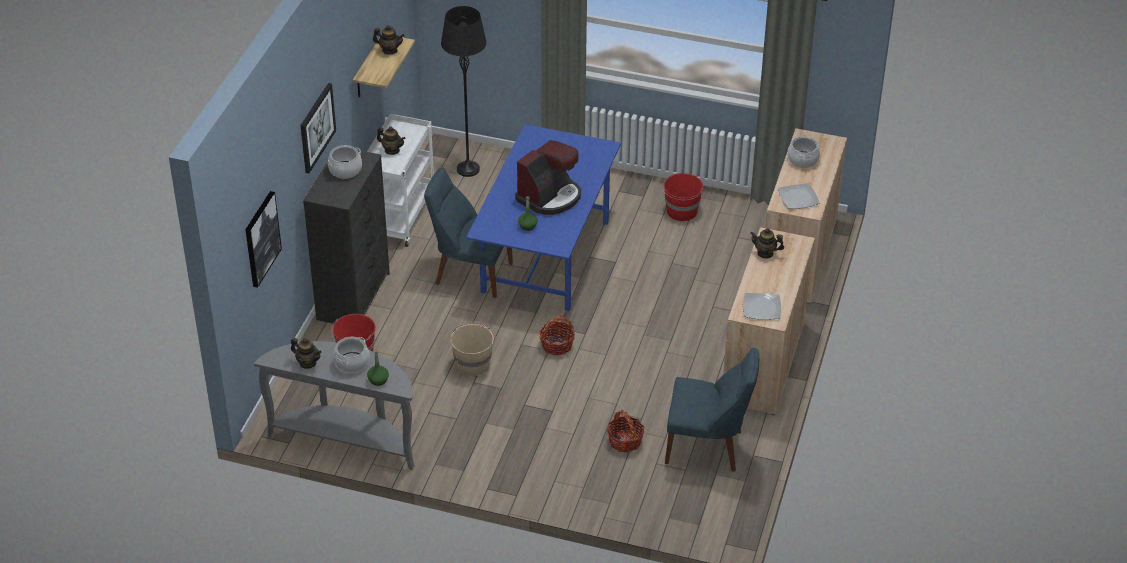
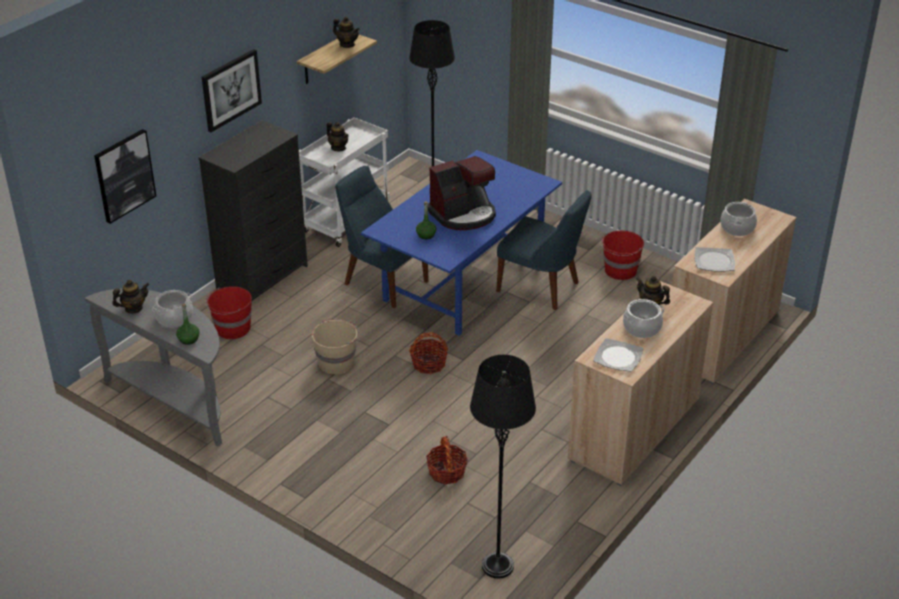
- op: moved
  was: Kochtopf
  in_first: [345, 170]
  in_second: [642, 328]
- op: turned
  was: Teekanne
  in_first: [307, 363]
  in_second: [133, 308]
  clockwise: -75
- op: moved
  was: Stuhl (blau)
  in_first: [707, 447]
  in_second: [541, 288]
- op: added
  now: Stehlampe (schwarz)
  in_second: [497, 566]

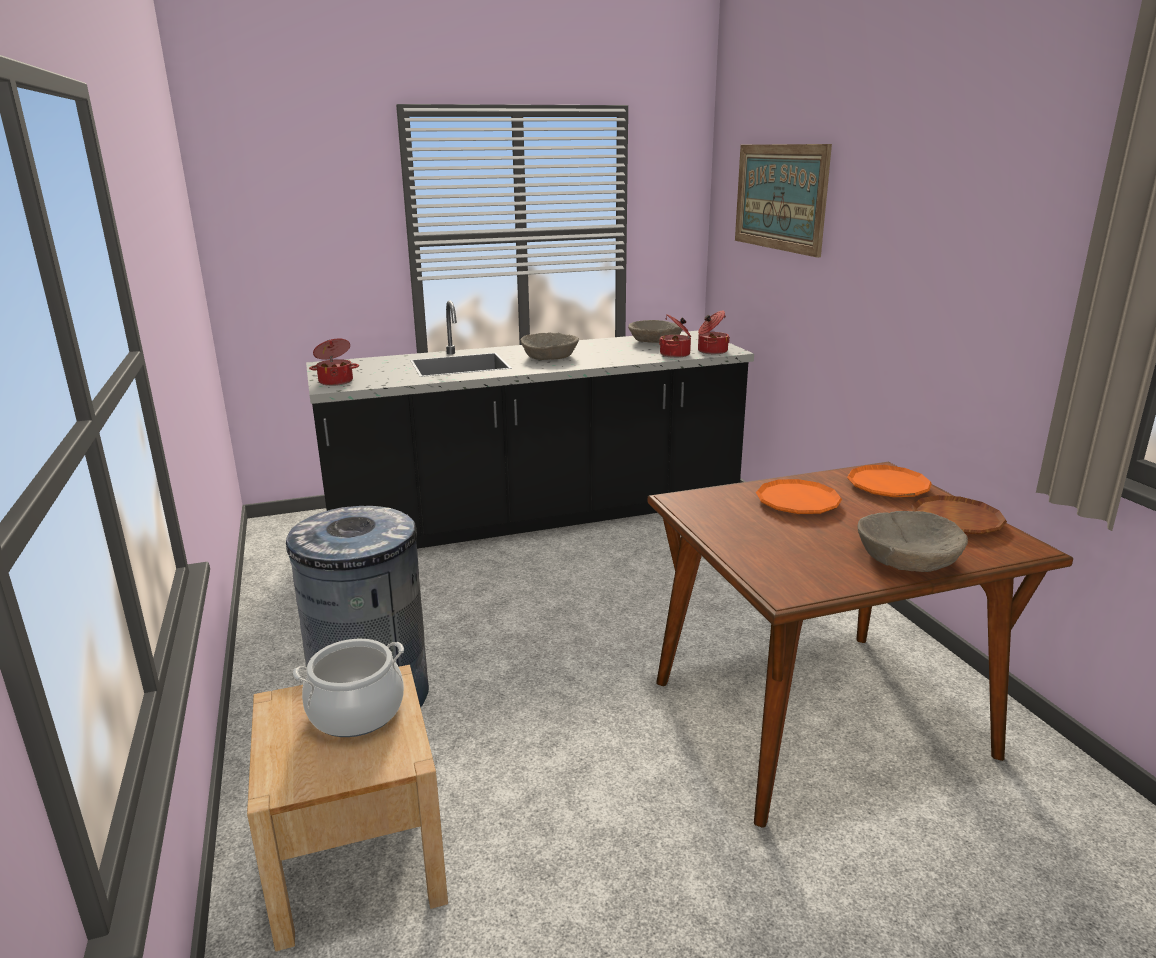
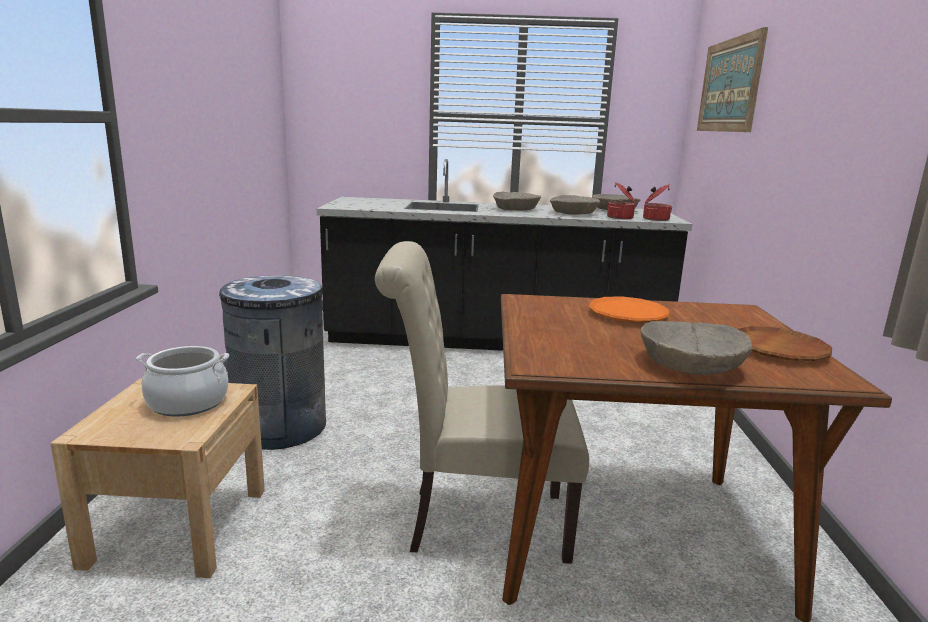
- op: removed
  was: Kochtopf
  in_first: [336, 381]
- op: removed
  was: Teller (orange)
  in_first: [887, 487]
- op: added
  now: Schüssel (beige)
  in_second: [574, 213]
- op: added
  now: Stuhl (beige)
  in_second: [477, 521]

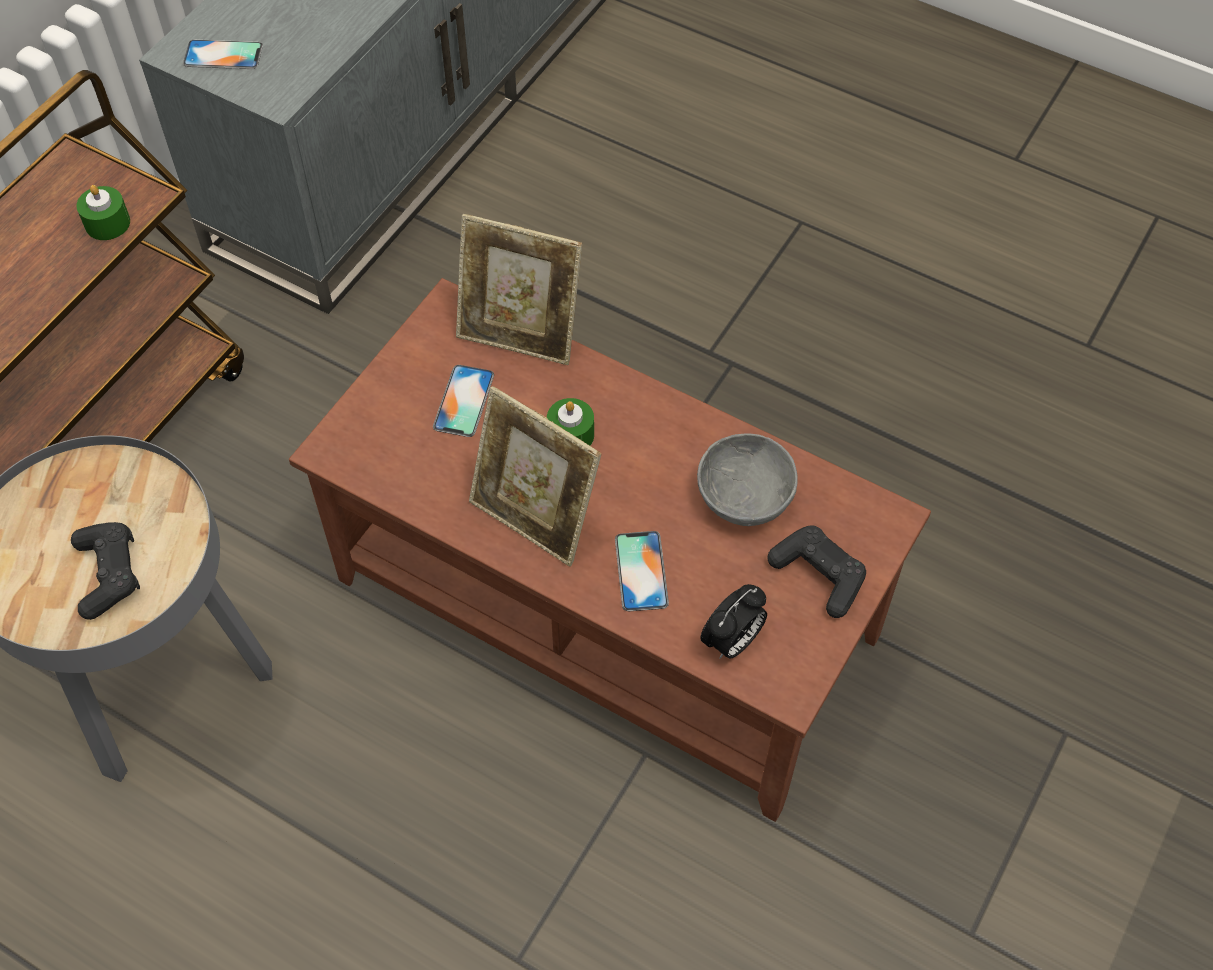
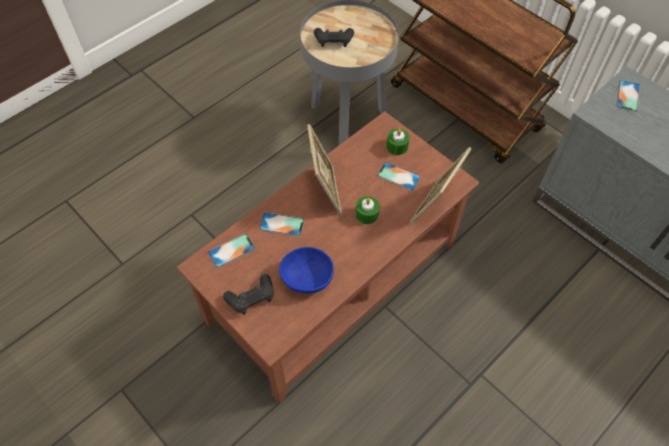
- op: moved
  was: Kerze (grün)
  in_first: [107, 223]
  in_second: [397, 146]
- op: turned
  was: Bilderrahmen
  in_first: [535, 517]
  in_second: [325, 190]
  clockwise: 120
- op: recoloured
  was: Schüssel (grau)
  now: Schüssel (blau)
  in_first: [743, 498]
  in_second: [306, 277]
- op: replaced
  was: Wecker
  now: Handy
  in_first: [732, 642]
  in_second: [231, 251]

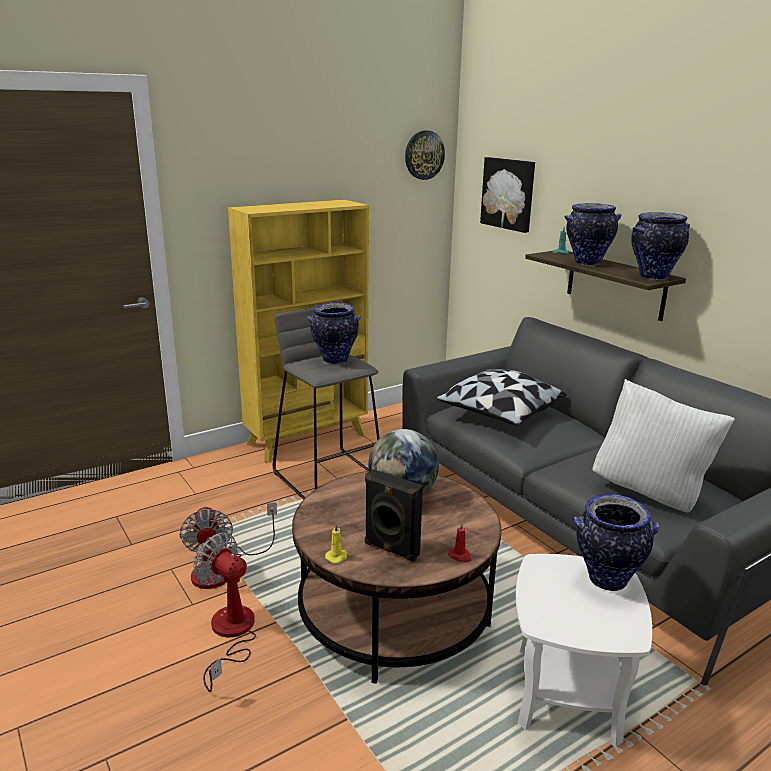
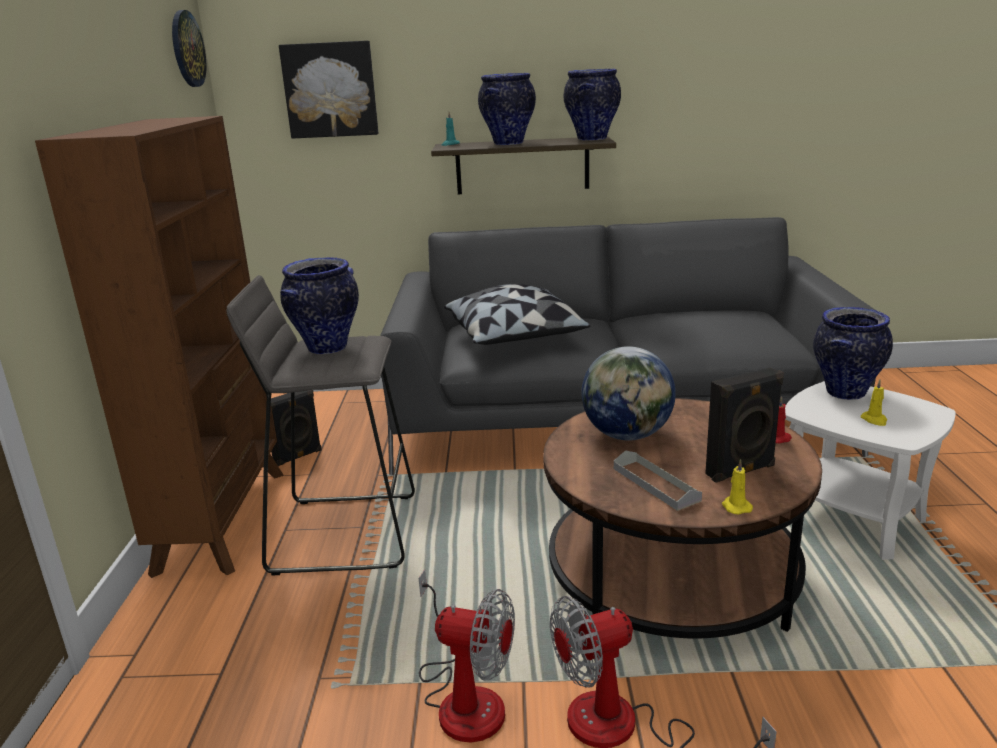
- op: recoloured
  was: Bücherregal (gelb)
  now: Bücherregal (braun)
  in_first: [308, 439]
  in_second: [224, 519]
- op: removed
  was: Kissen (weiß)
  in_first: [650, 493]
- op: added
  now: Kerze (gelb)
  in_second: [874, 420]
- op: added
  now: Lautsprecher (schwarz)
  in_second: [298, 456]
- op: added
  now: Tablett (grau)
  in_second: [655, 484]

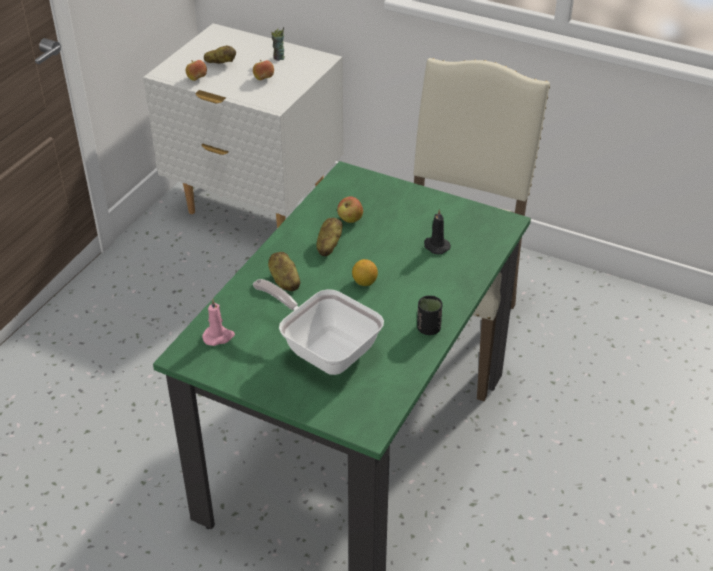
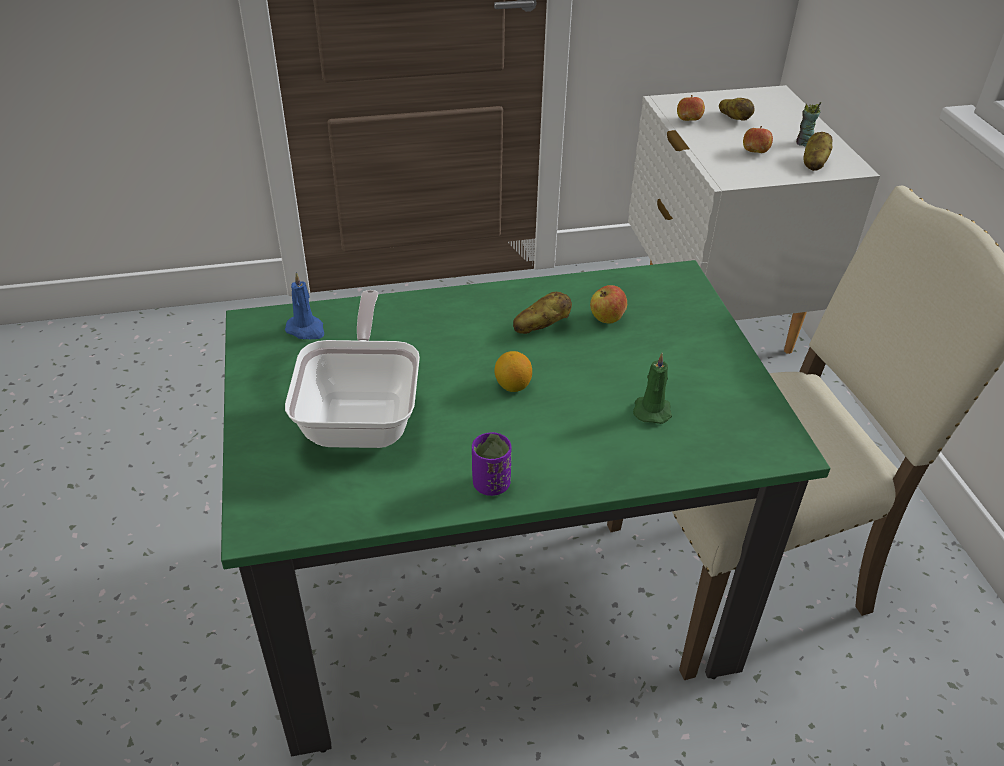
- op: recoloured
  was: Kerze (schwarz)
  now: Kerze (grün)
  in_first: [435, 246]
  in_second: [652, 409]
- op: moved
  was: Kartoffel
  in_first: [284, 281]
  in_second: [814, 163]
- op: recoloured
  was: Tasse (schwarz)
  now: Tasse (lila)
  in_first: [428, 329]
  in_second: [491, 484]
- op: recoloured
  was: Kerze (rosa)
  now: Kerze (blau)
  in_first: [218, 337]
  in_second: [306, 330]

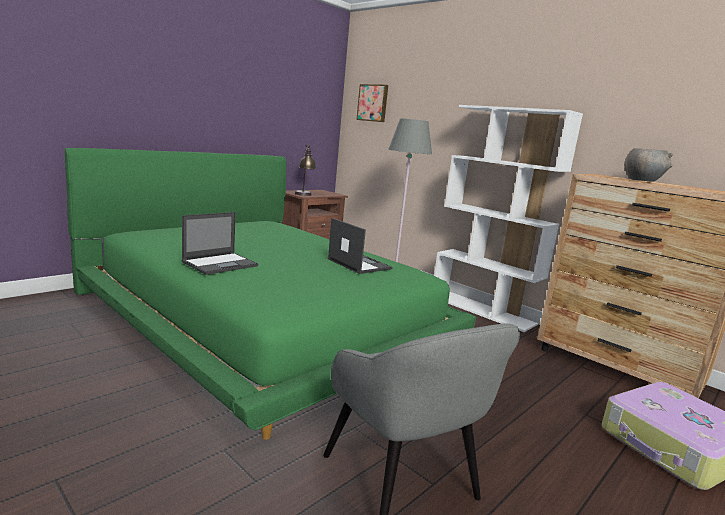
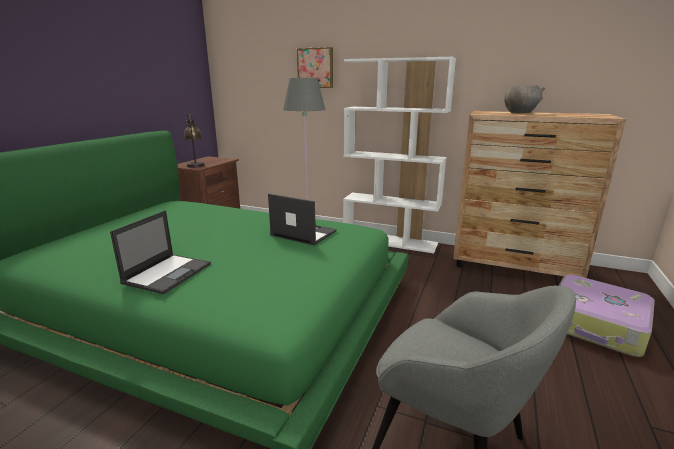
- op: moved
  was: Bild
  in_first: [373, 103]
  in_second: [315, 68]

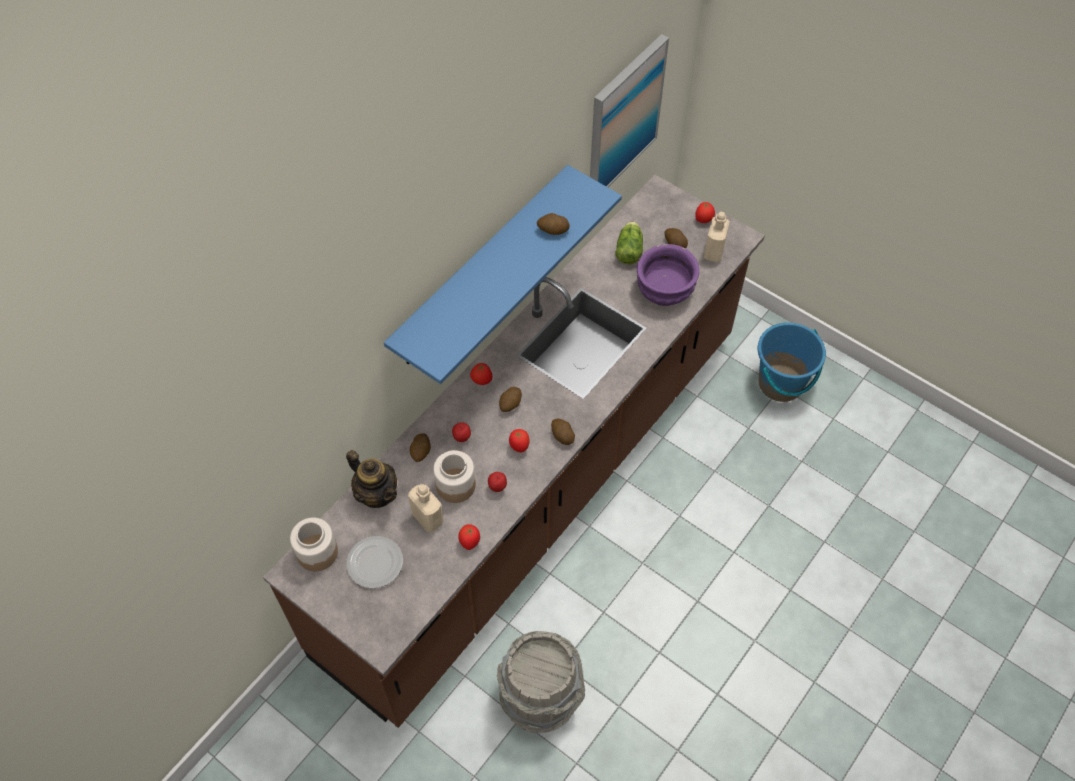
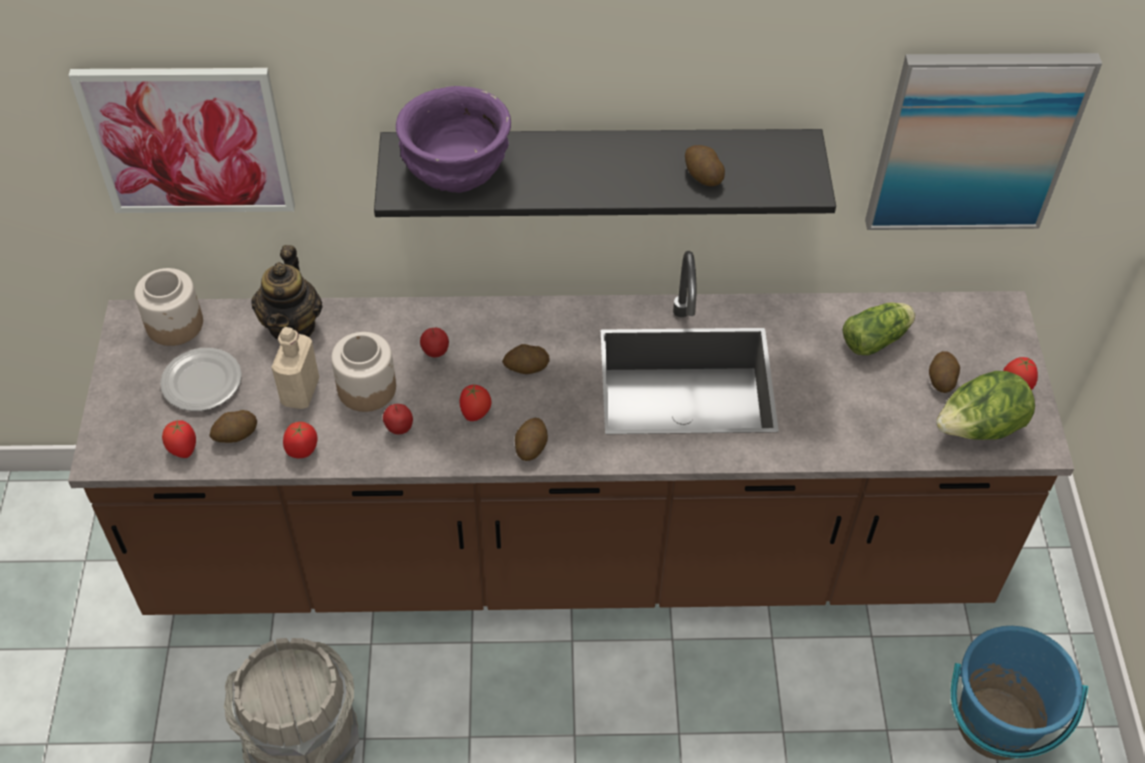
- op: recoloured
  was: Wandregal (blau)
  now: Wandregal (schwarz)
  in_first: [481, 268]
  in_second: [600, 165]
- op: replaced
  was: Flasche (beige)
  now: Salatkopf
  in_first: [714, 252]
  in_second: [978, 429]
- op: moved
  was: Schüssel (lila)
  in_first: [664, 290]
  in_second: [454, 168]
- op: moved
  was: Tomate
  in_first: [481, 381]
  in_second: [183, 449]
- op: moved
  was: Kartoffel
  in_first: [421, 452]
  in_second: [235, 435]
- op: added
  now: Bild
  in_second: [188, 140]

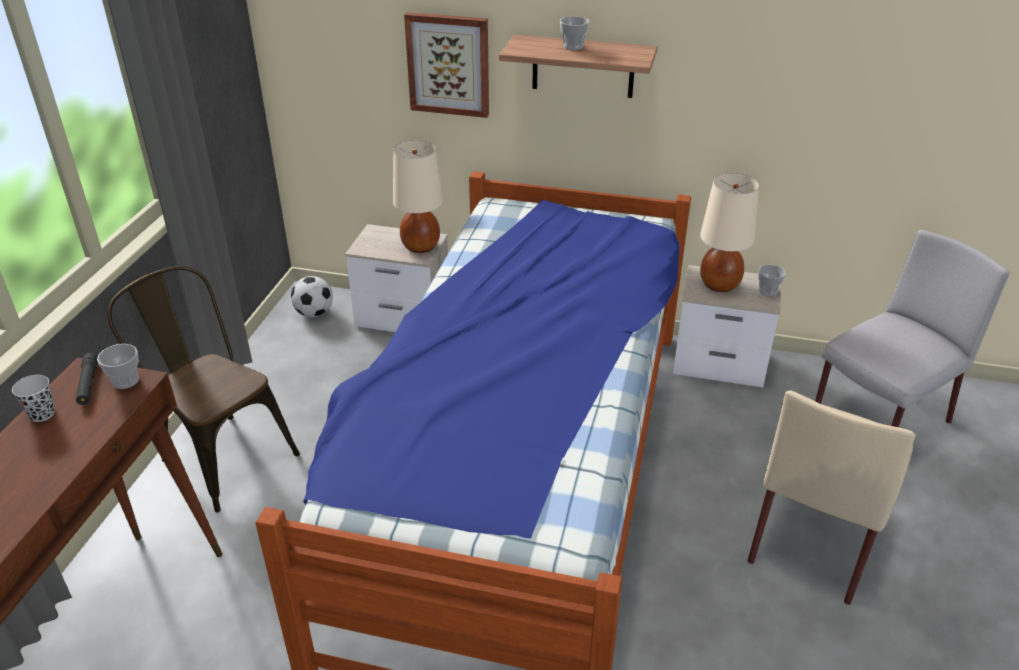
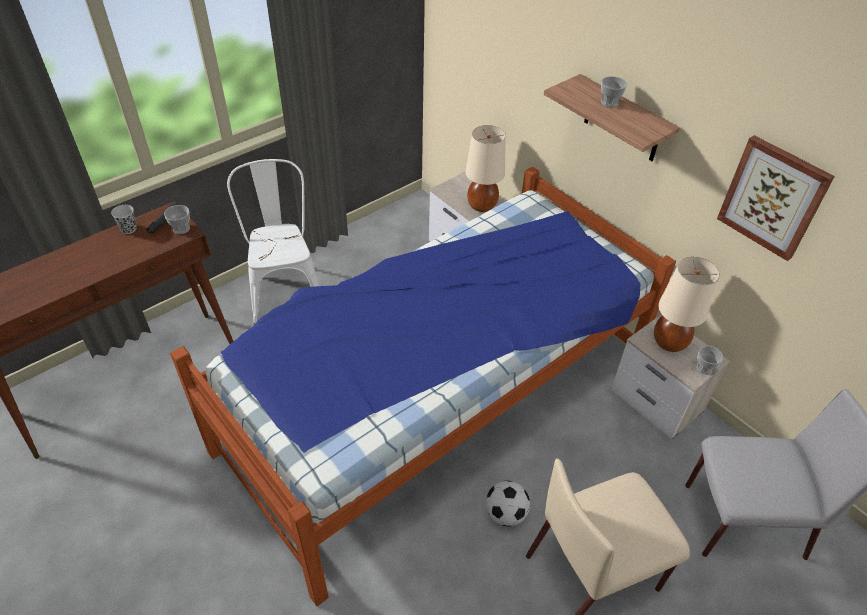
- op: moved
  was: Bild
  in_first: [448, 64]
  in_second: [773, 197]
- op: recoloured
  was: Stuhl (braun)
  now: Stuhl (weiß)
  in_first: [221, 454]
  in_second: [285, 288]
- op: moved
  was: Fußball
  in_first: [314, 313]
  in_second: [505, 513]

